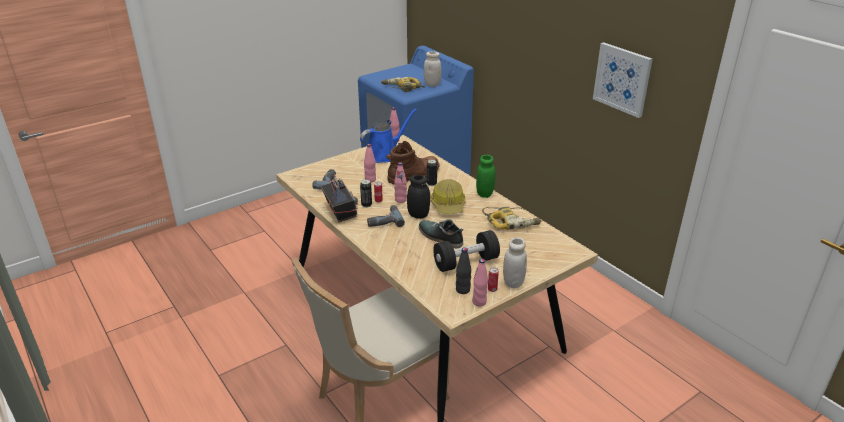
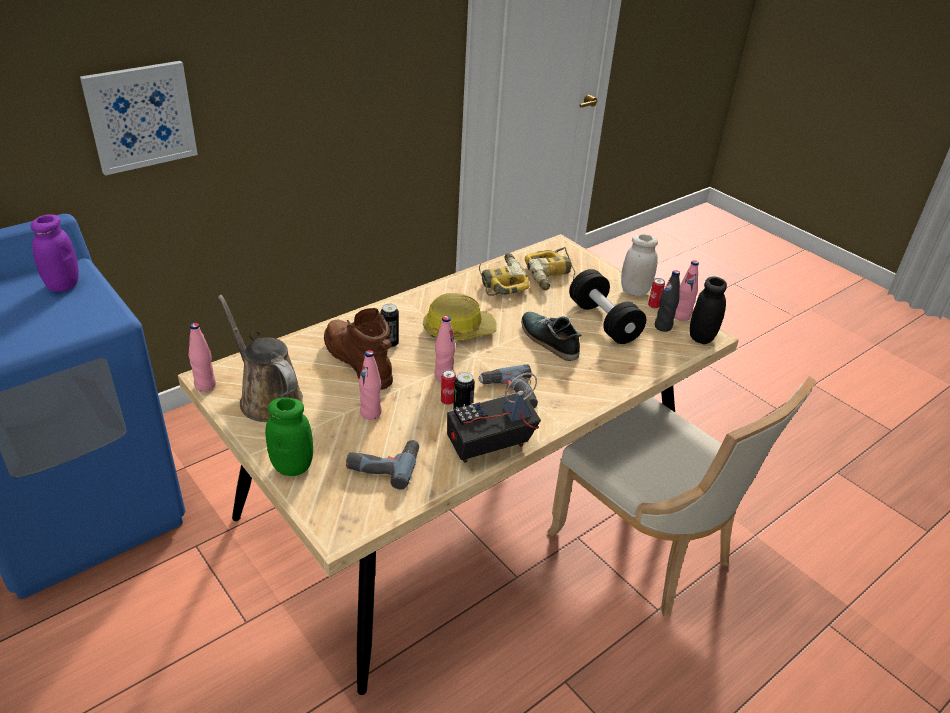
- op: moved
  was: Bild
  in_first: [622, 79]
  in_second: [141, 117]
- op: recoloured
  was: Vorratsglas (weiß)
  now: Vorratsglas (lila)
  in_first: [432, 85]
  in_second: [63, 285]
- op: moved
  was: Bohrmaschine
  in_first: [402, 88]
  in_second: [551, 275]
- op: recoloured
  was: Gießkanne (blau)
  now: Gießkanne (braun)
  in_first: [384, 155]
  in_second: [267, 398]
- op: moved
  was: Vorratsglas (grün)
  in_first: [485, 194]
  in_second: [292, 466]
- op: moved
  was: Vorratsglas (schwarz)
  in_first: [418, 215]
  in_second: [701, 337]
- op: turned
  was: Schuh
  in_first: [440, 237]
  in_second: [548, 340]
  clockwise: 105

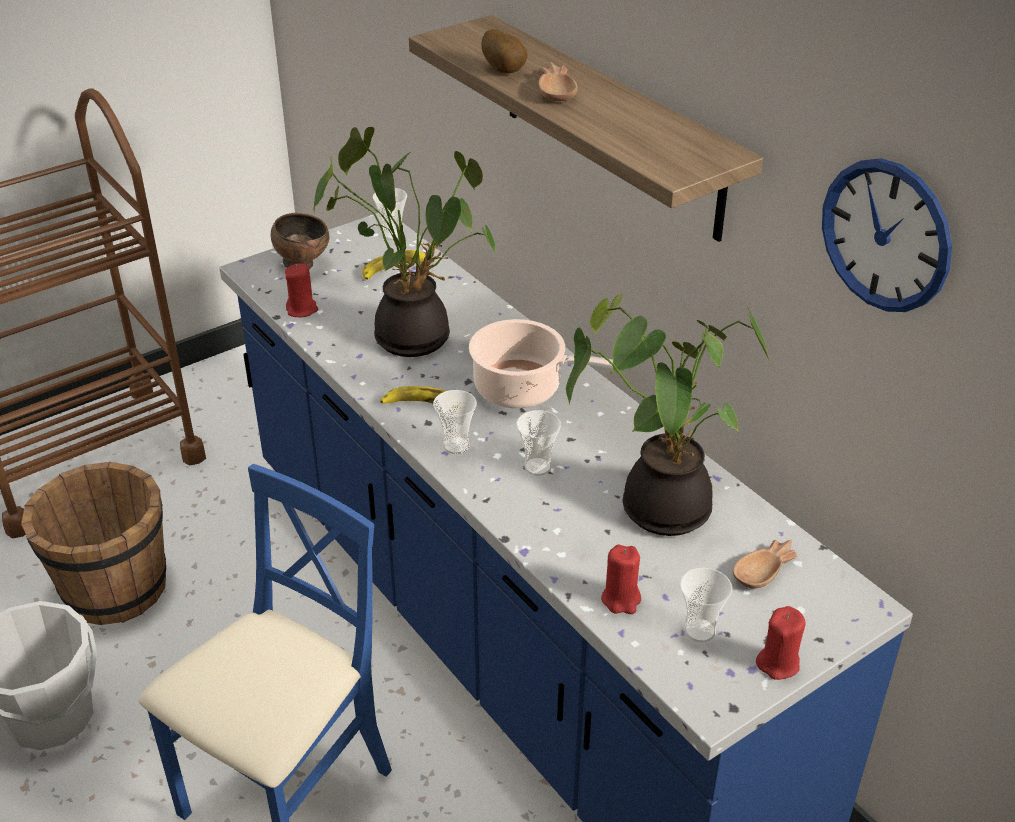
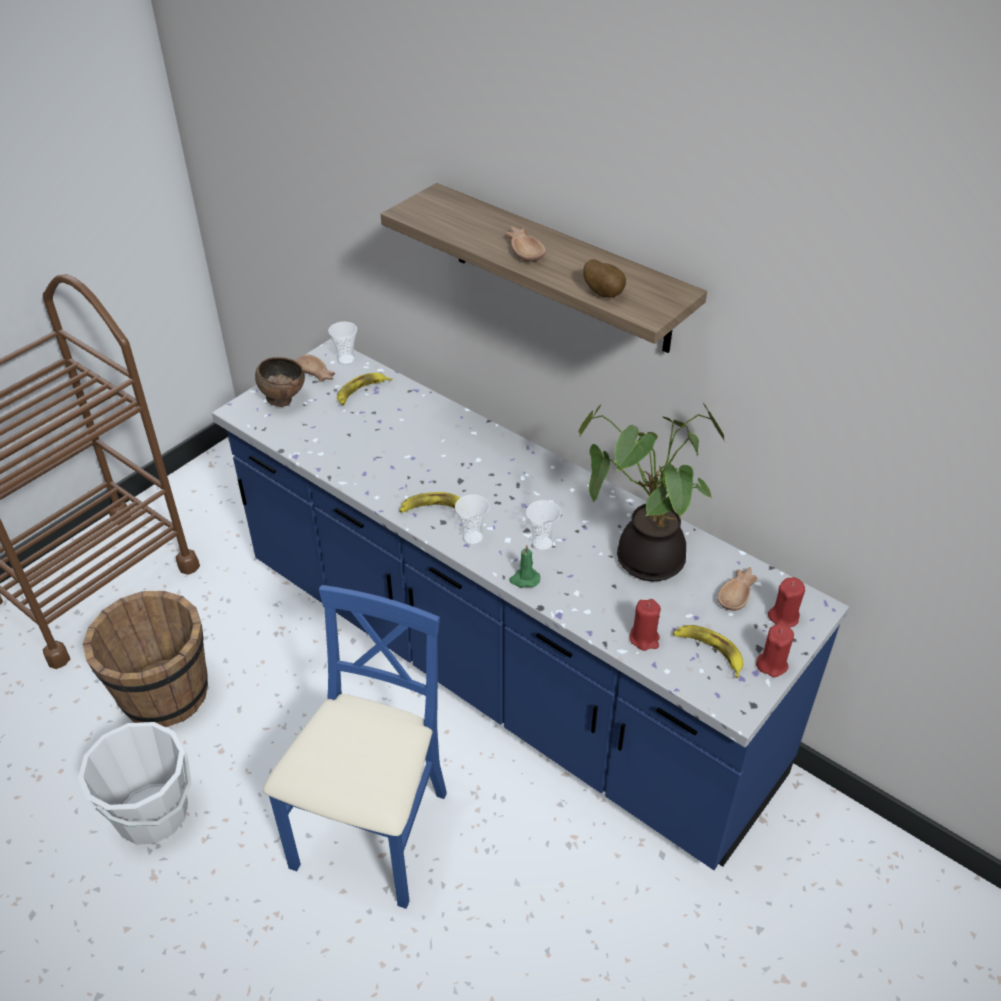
- op: moved
  was: Kartoffel
  in_first: [505, 70]
  in_second: [604, 293]
- op: removed
  was: Topfpflanze
  in_first: [415, 334]
- op: removed
  was: Wanduhr
  in_first: [885, 235]
- op: moved
  was: Kerze (rot)
  in_first: [302, 309]
  in_second: [784, 617]
- op: removed
  was: Kochtopf
  in_first: [523, 389]
- op: replaced
  was: Tasse
  now: Banane
  in_first: [699, 631]
  in_second: [709, 651]
- op: added
  now: Schüssel (braun)
  in_second: [316, 374]
- op: added
  now: Kerze (grün)
  in_second: [524, 579]

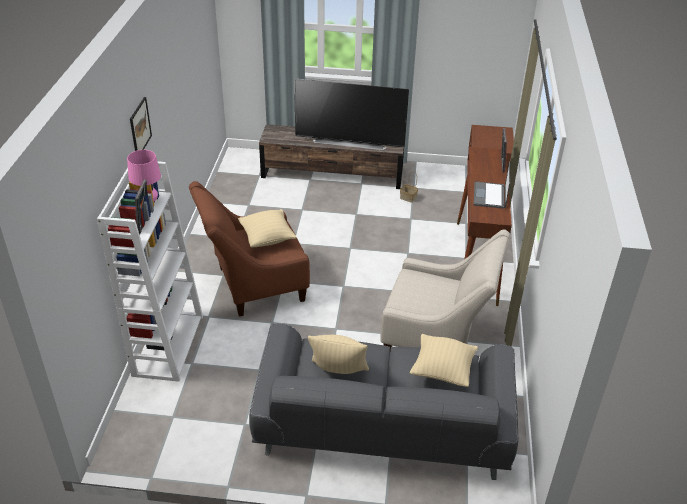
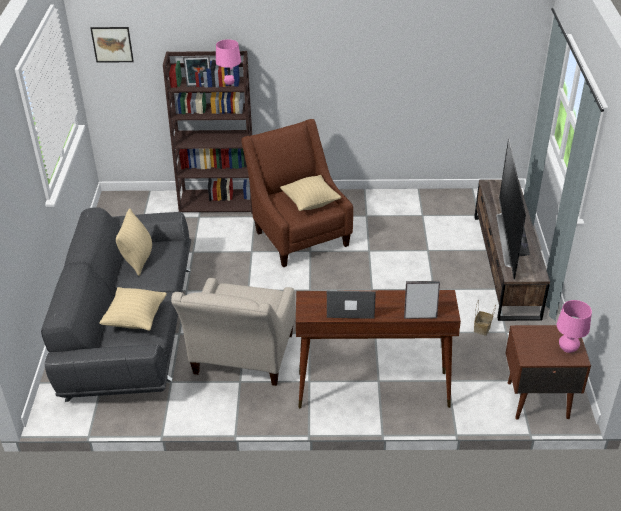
- op: moved
  was: Bild
  in_first: [140, 127]
  in_second: [112, 44]
- op: recoloured
  was: Bücherregal (weiß)
  now: Bücherregal (braun)
  in_first: [168, 344]
  in_second: [218, 202]
- op: added
  now: Tischlampe (rosa)
  in_second: [567, 349]

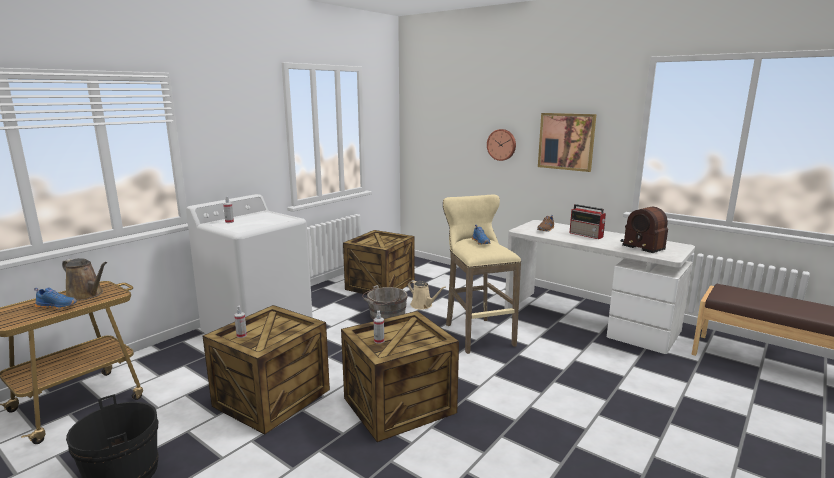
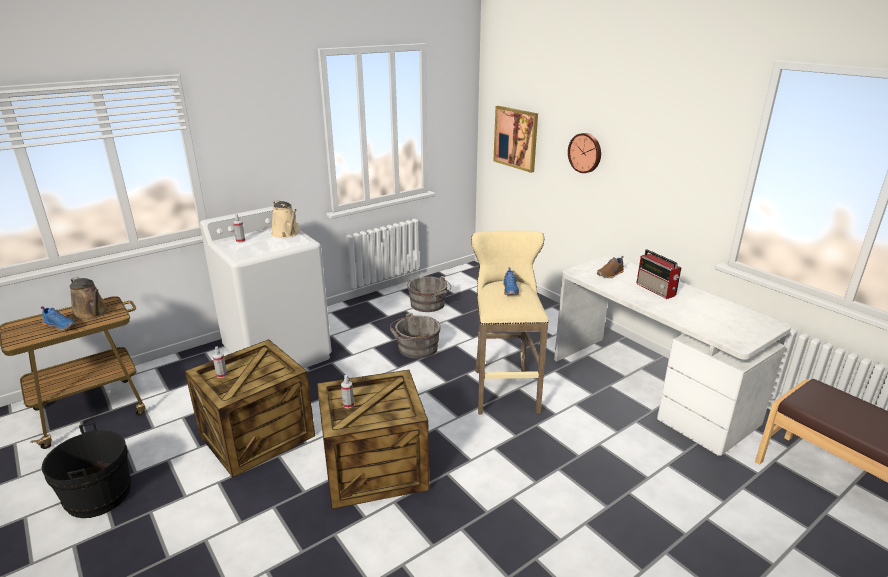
- op: moved
  was: Bild
  in_first: [566, 141]
  in_second: [516, 138]
- op: removed
  was: Radio
  in_first: [642, 245]
- op: replaced
  was: Kiste
  now: Eimer (grau)
  in_first: [379, 285]
  in_second: [429, 305]
- op: moved
  was: Gießkanne (beige)
  in_first: [423, 305]
  in_second: [287, 233]

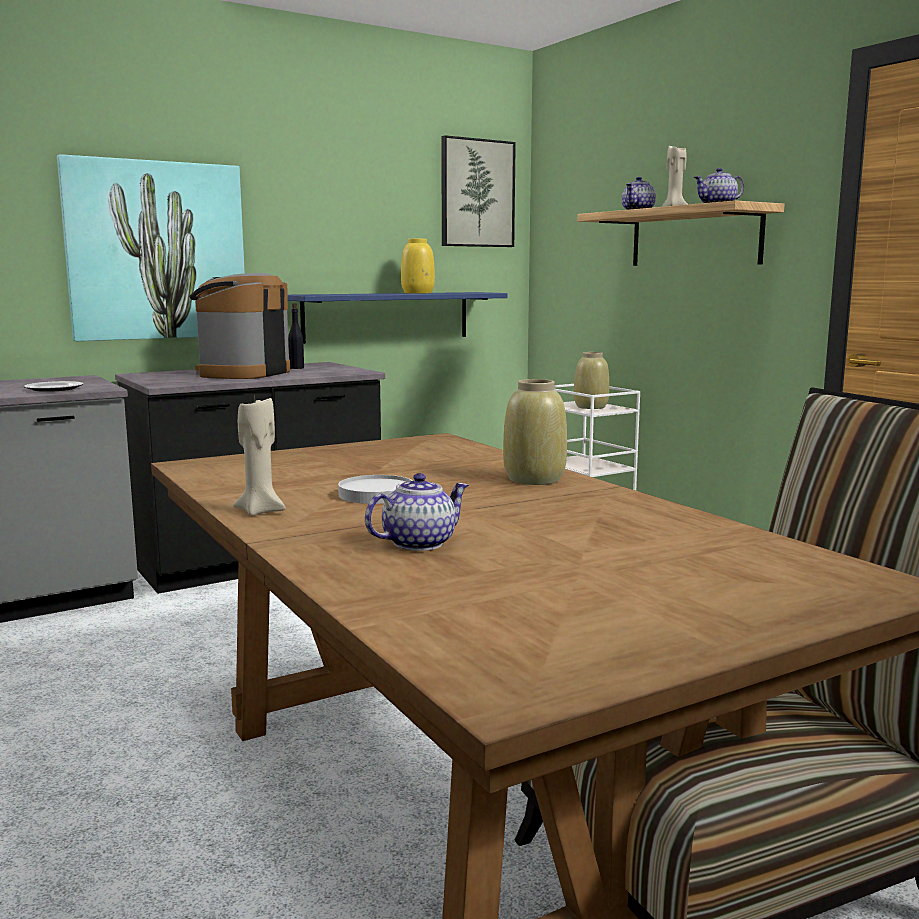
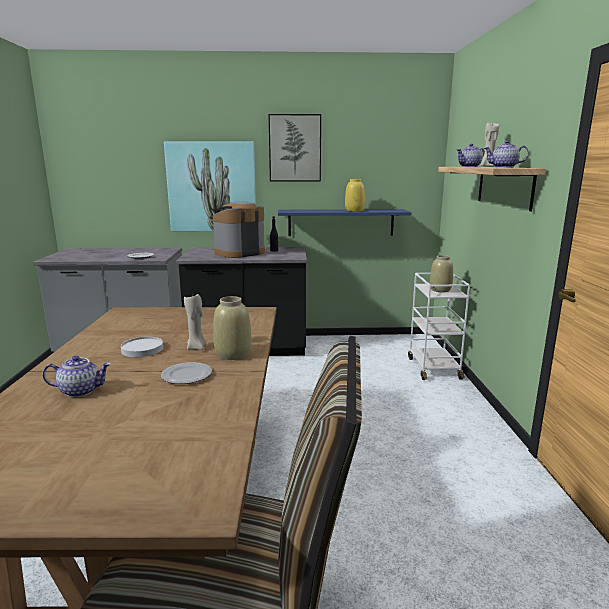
- op: moved
  was: Bild
  in_first: [477, 193]
  in_second: [295, 148]
- op: moved
  was: Kerze (beige)
  in_first: [260, 511]
  in_second: [196, 347]
- op: added
  now: Teller
  in_second: [186, 376]

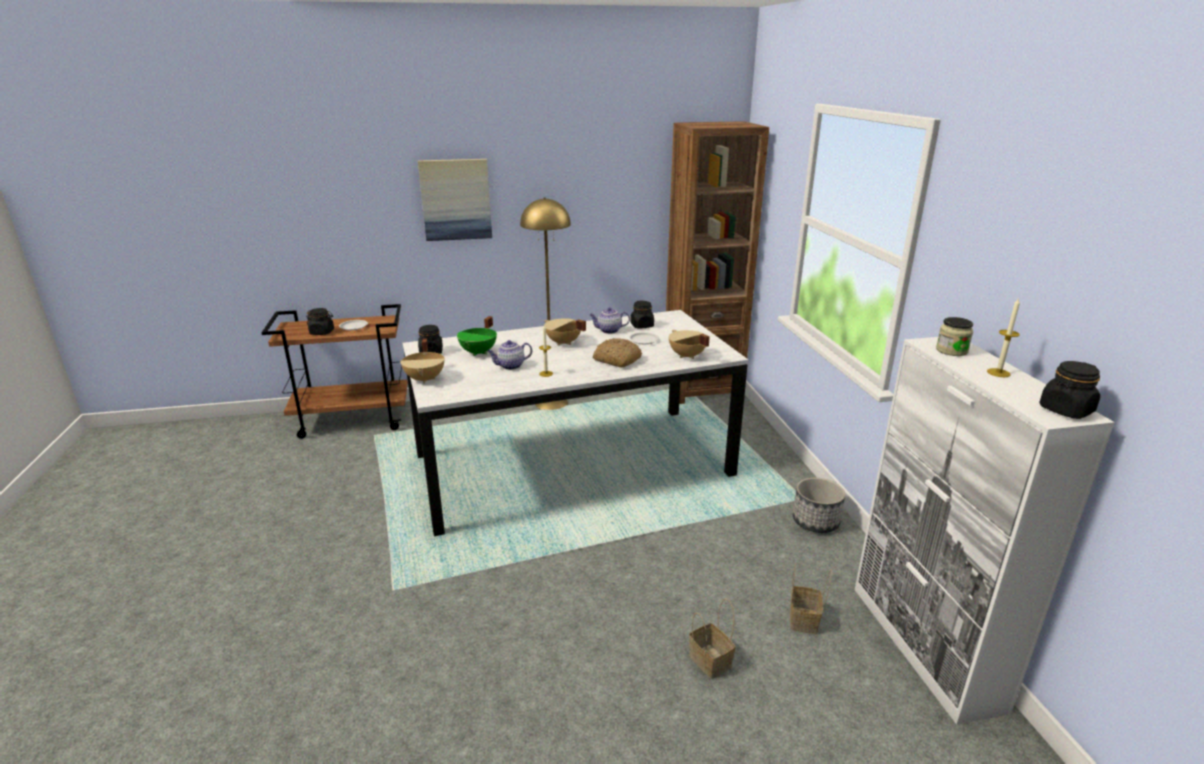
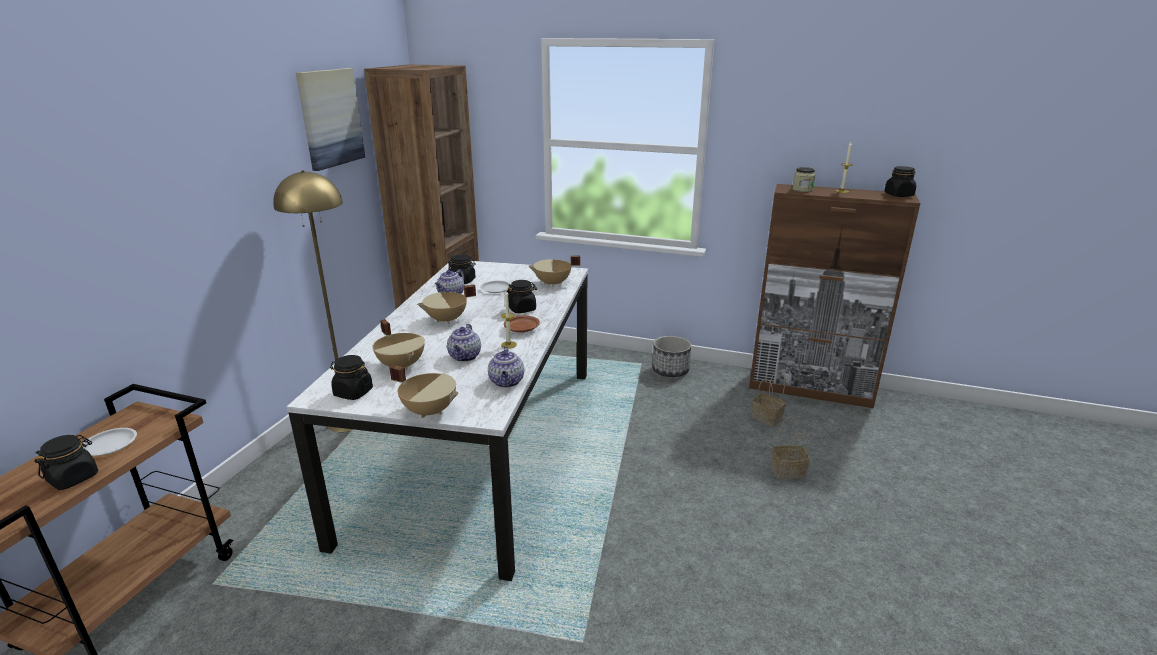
- op: moved
  was: Bild
  in_first: [456, 199]
  in_second: [330, 118]
- op: recoloured
  was: Kochtopf (grün)
  now: Kochtopf (beige)
  in_first: [479, 352]
  in_second: [402, 365]
- op: recoloured
  was: Schrank (weiß)
  now: Schrank (braun)
  in_first: [924, 646]
  in_second: [810, 389]
- op: replaced
  was: Brot
  now: Vorratsglas (schwarz)
  in_first: [616, 360]
  in_second: [522, 309]
- op: added
  now: Teller (braun)
  in_second: [522, 329]
- op: added
  now: Teekanne
  in_second: [507, 382]

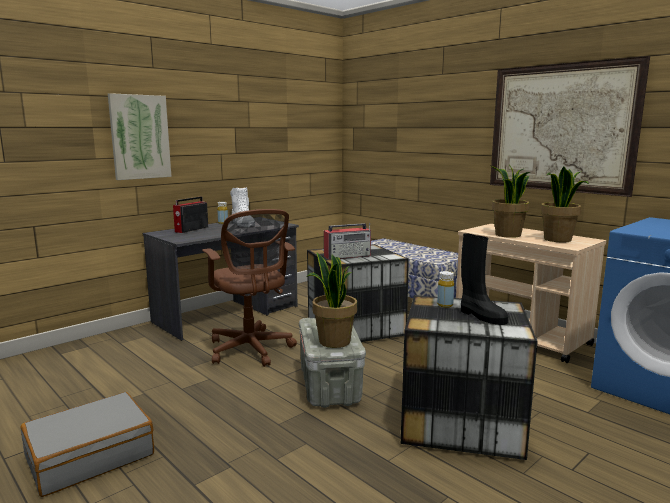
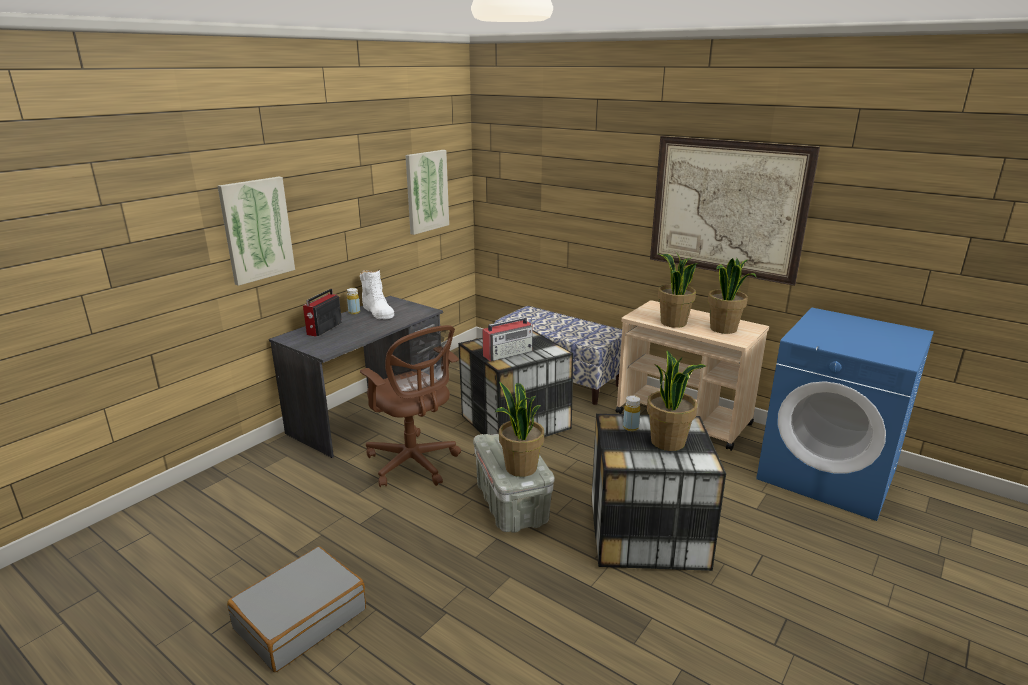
- op: replaced
  was: Stiefel (schwarz)
  now: Topfpflanze
  in_first: [481, 316]
  in_second: [668, 442]
- op: added
  now: Bild
  in_second: [426, 191]

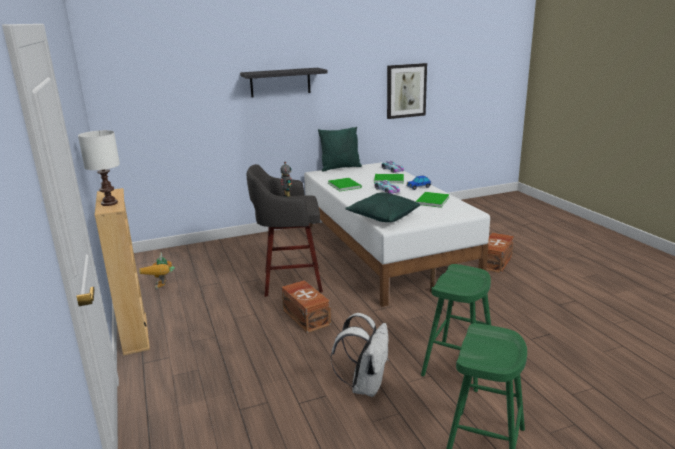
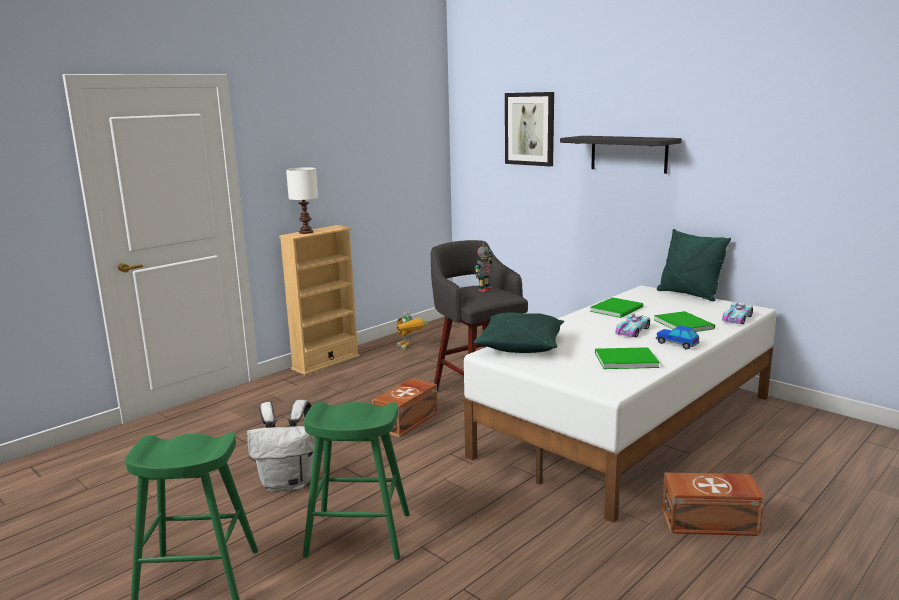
- op: moved
  was: Bild
  in_first: [406, 91]
  in_second: [530, 129]
- op: turned
  was: Spielzeugroboter
  in_first: [163, 288]
  in_second: [410, 347]
  clockwise: -90

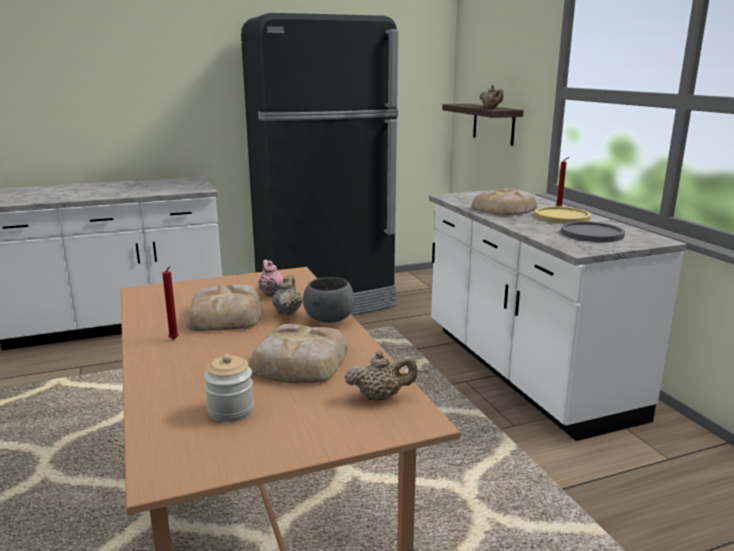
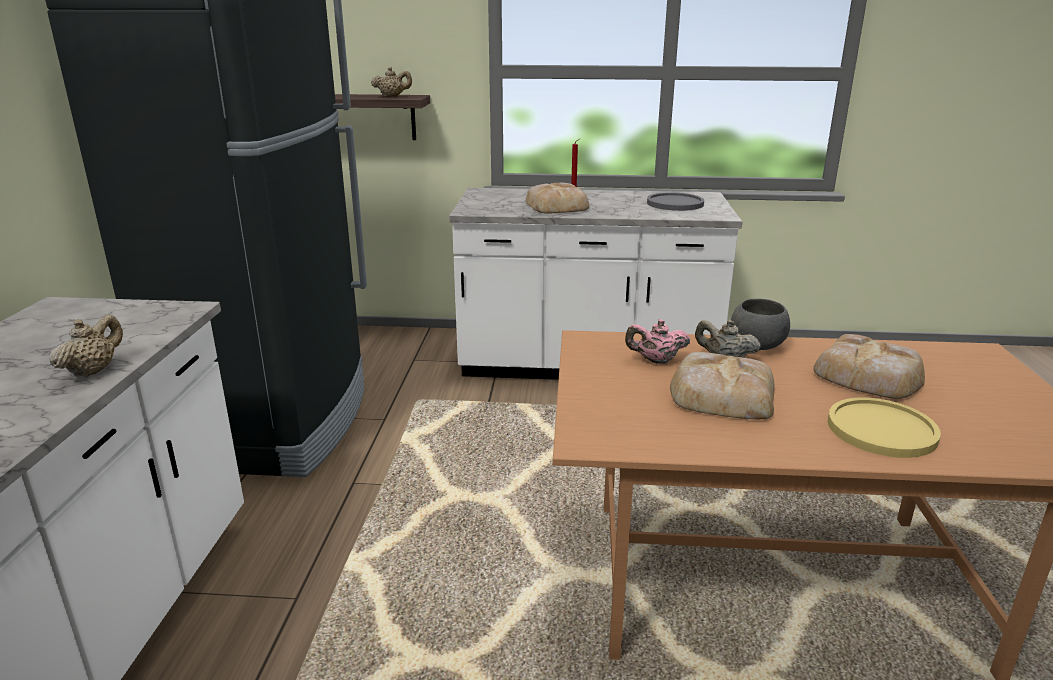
- op: moved
  was: Teller (gelb)
  in_first: [562, 217]
  in_second: [881, 429]
- op: removed
  was: Kerze (rot)
  in_first: [174, 340]
- op: moved
  was: Teekanne (beige)
  in_first: [380, 397]
  in_second: [93, 371]
- op: removed
  was: Vorratsglas
  in_first: [231, 410]

